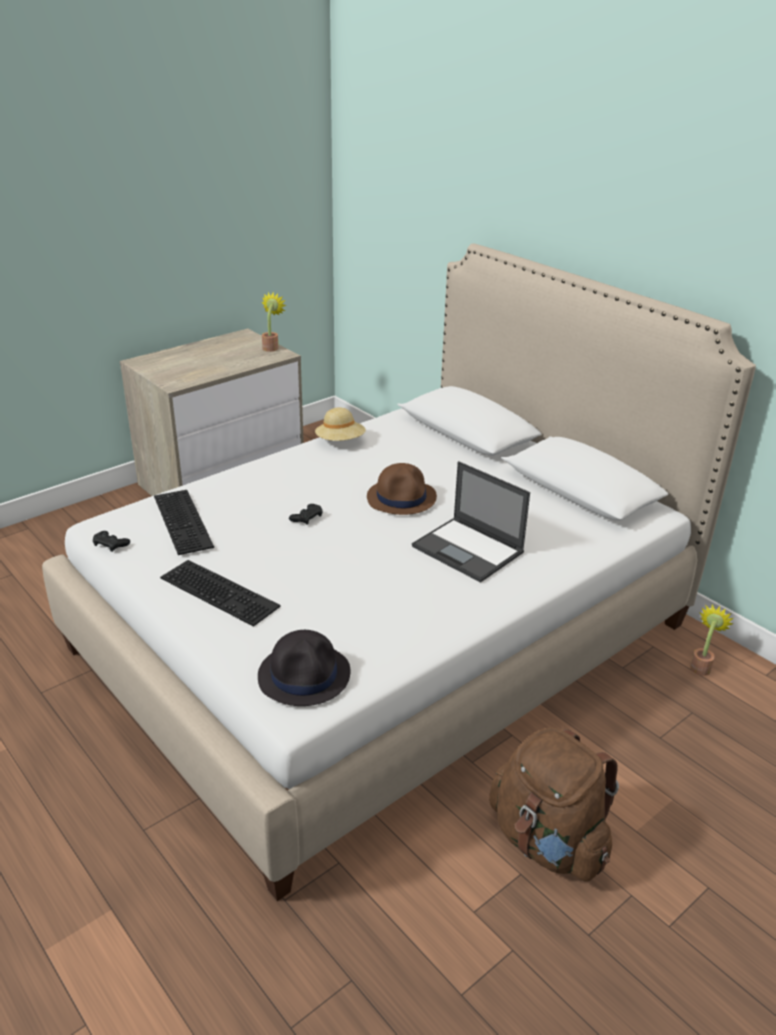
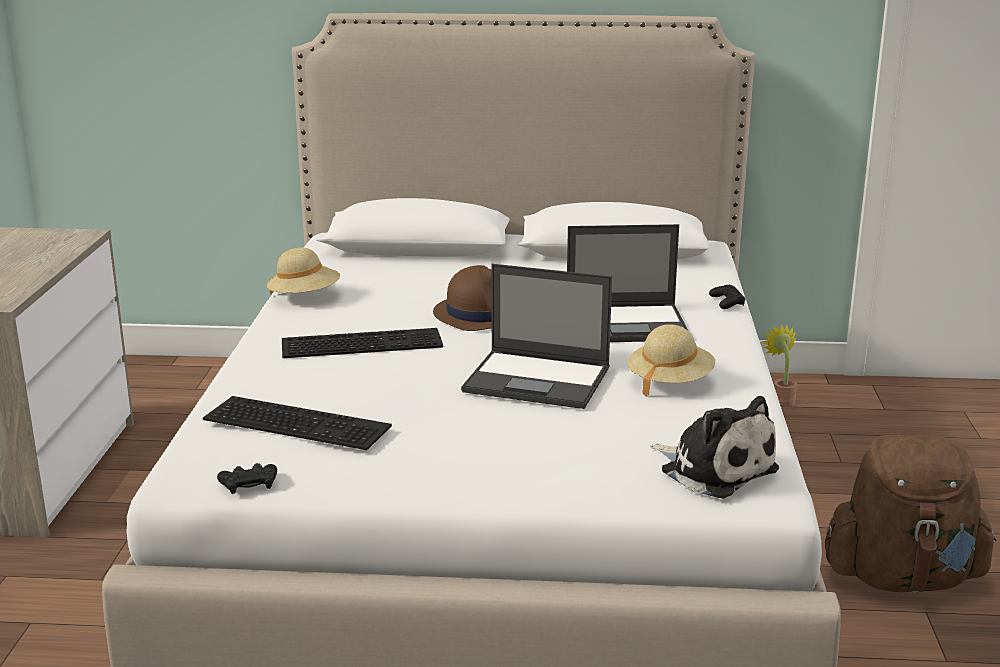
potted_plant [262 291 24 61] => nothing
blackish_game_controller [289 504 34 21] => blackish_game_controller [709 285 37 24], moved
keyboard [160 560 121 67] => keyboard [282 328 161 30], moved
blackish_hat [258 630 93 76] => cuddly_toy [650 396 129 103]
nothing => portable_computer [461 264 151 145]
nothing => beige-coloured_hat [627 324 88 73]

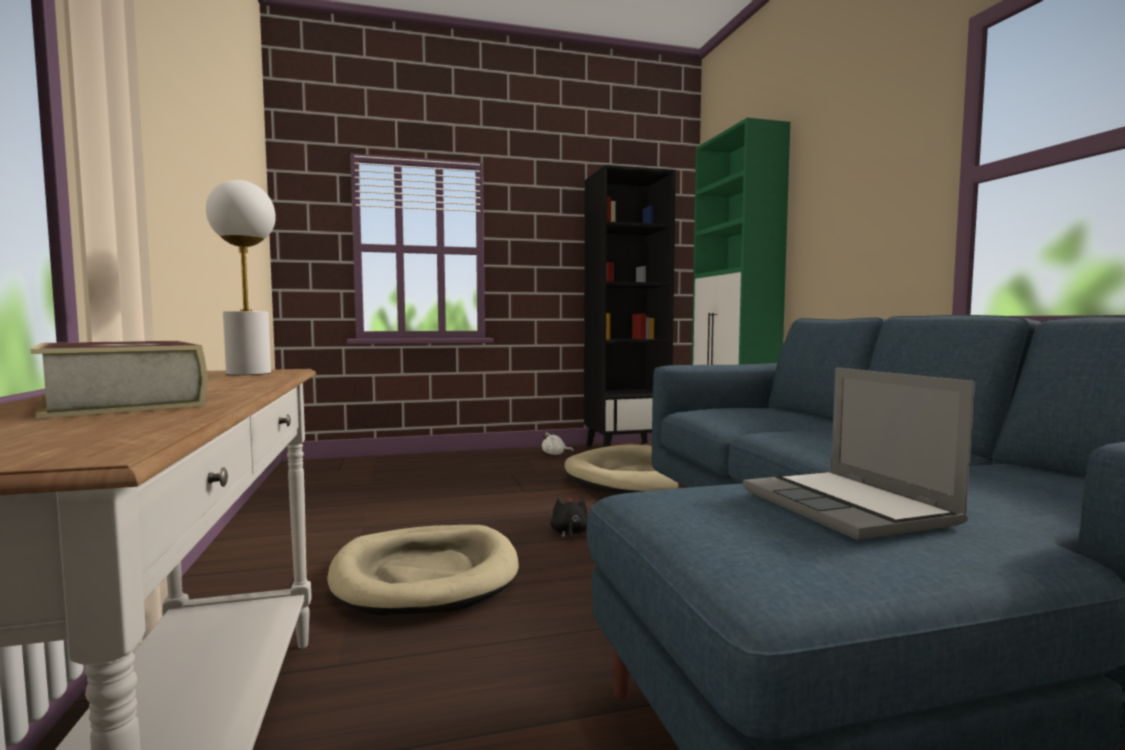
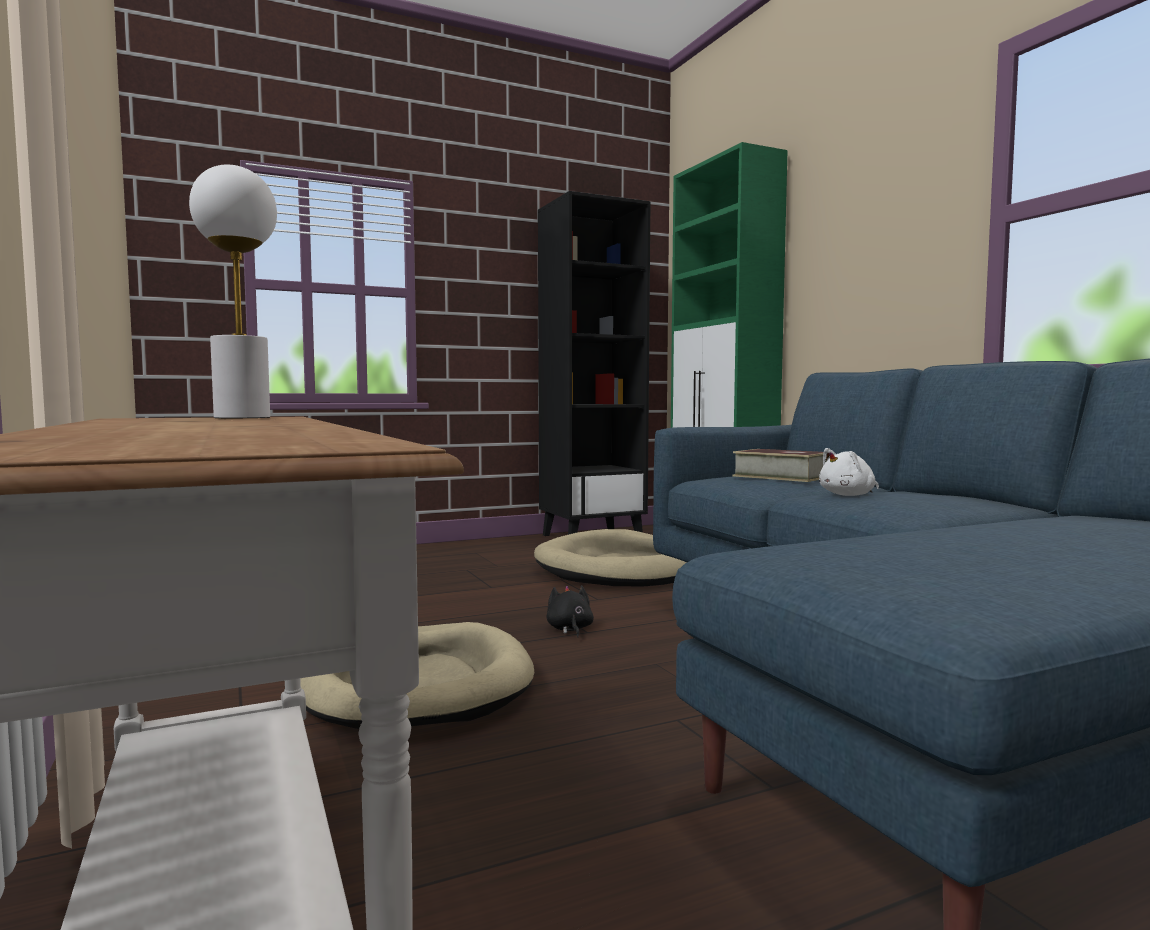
book [31 341 176 78] => book [733 449 91 33], moved
portable_computer [743 367 232 173] => nothing
white_cuddly_toy [542 433 32 22] => white_cuddly_toy [819 448 60 48], moved

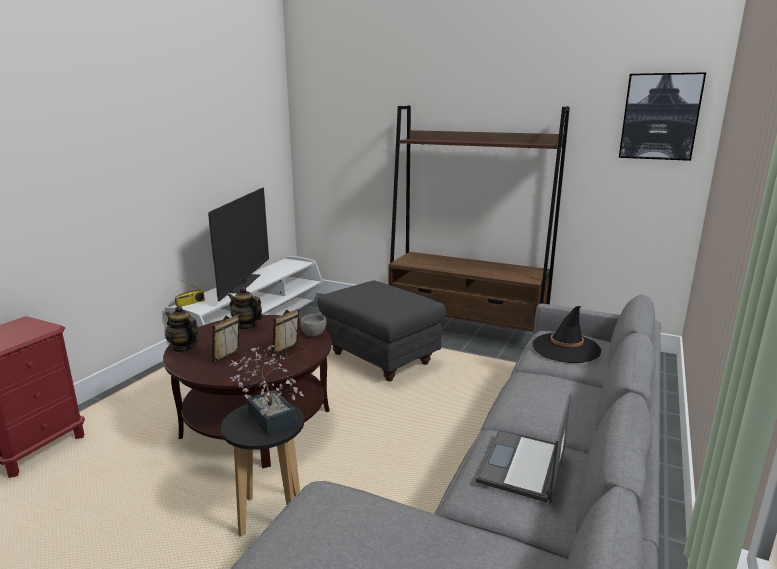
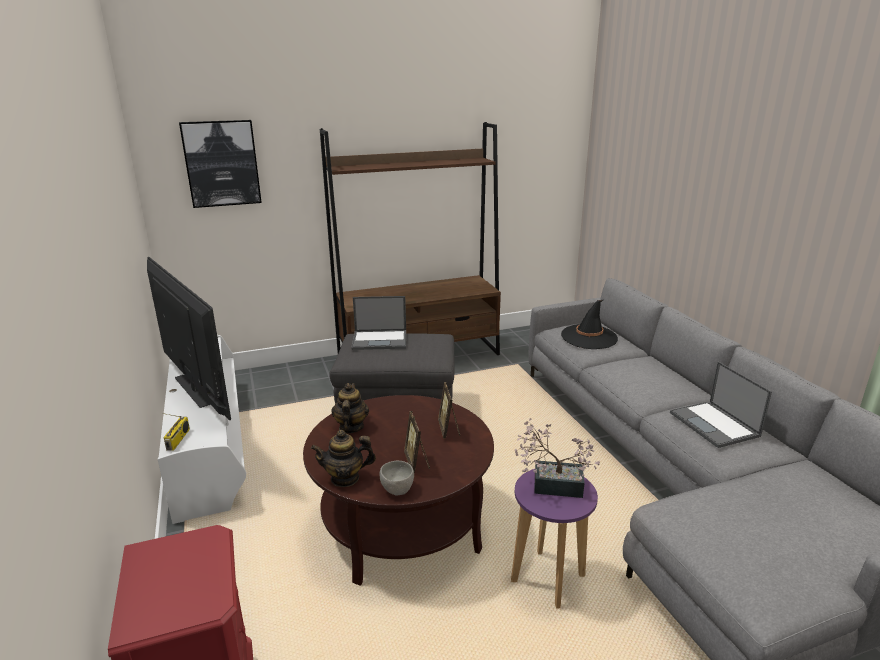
wall_art [619 72 87 89] => wall_art [179 120 83 88], moved
pot_for_tea [228 287 35 43] => pot_for_tea [331 383 38 51], 105 degrees clockwise
gray_bowl [301 314 25 23] => gray_bowl [379 461 35 34], moved
blackish_sitting_stool [221 403 83 134] => purplish_sitting_stool [511 469 87 140]
nothing => portable_computer [351 296 55 54]

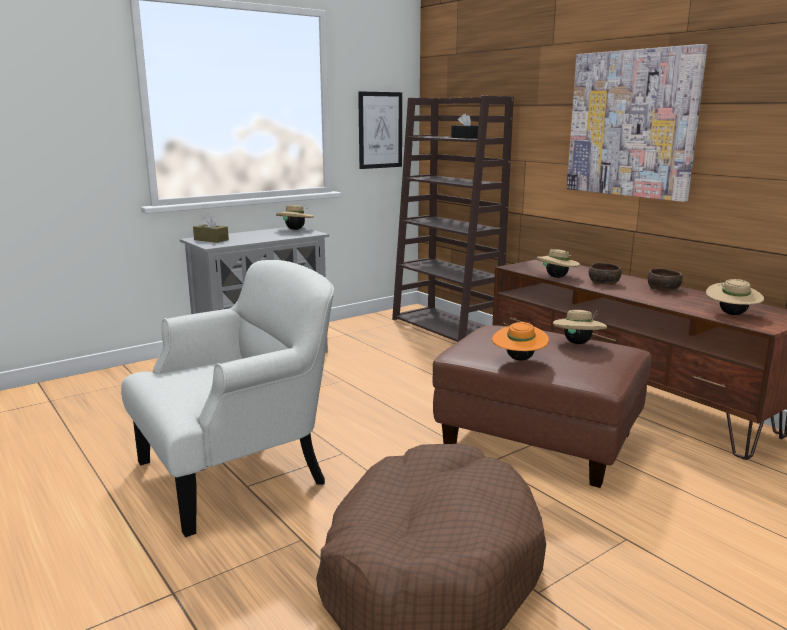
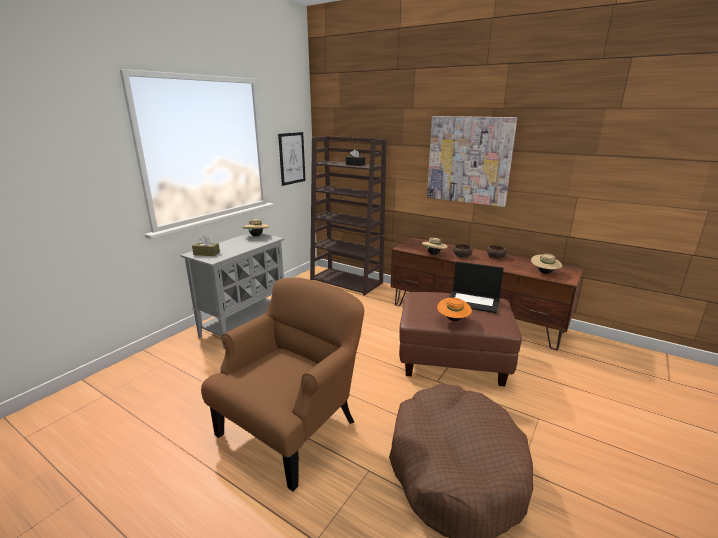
white_easy_chair [121 260 213 277] => brownish_easy_chair [201 277 163 214]
beige-coloured_hat [553 310 54 34] => portable_computer [449 261 55 52]

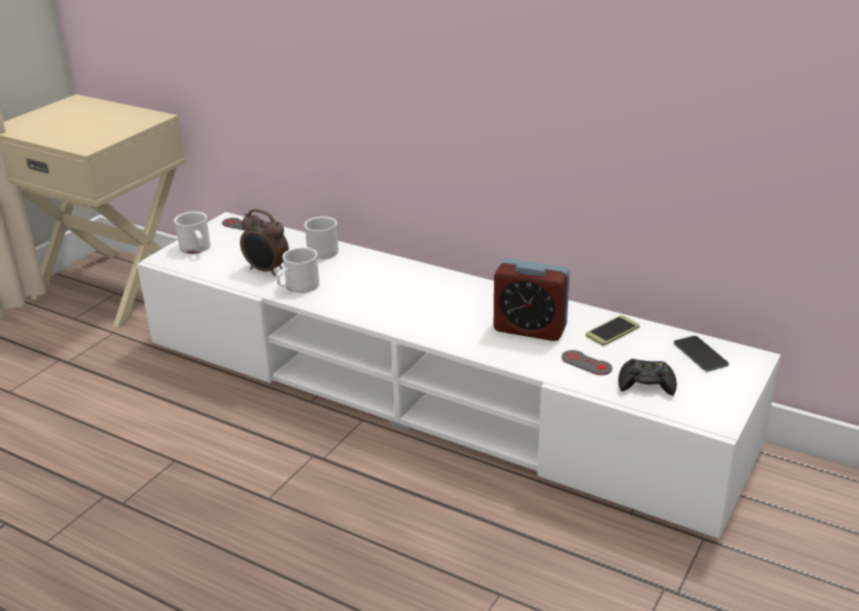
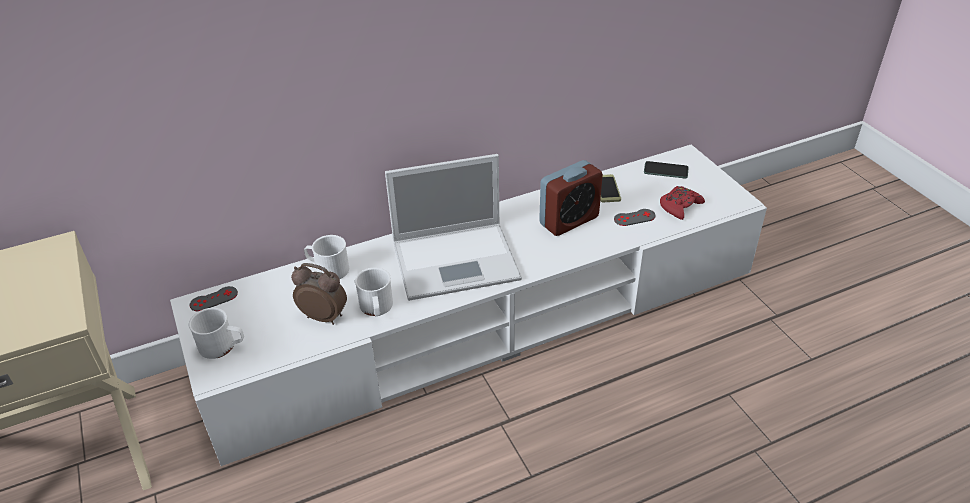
bedside_clock [240 209 49 67] => bedside_clock [291 263 56 62], 135 degrees counterclockwise
blackish_game_controller [618 359 59 37] => reddish_game_controller [660 186 45 34]
nothing => portable_computer [385 154 137 147]

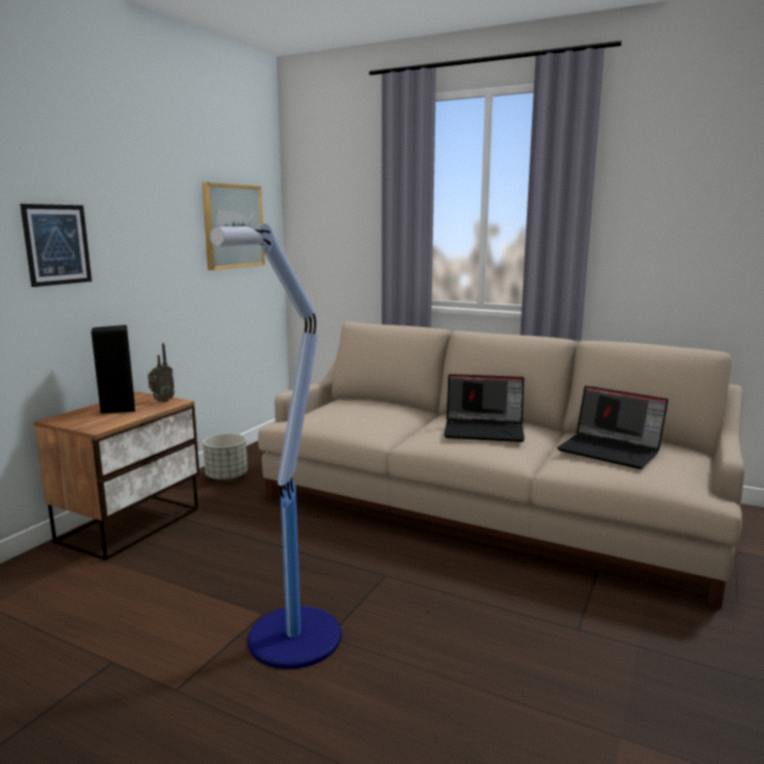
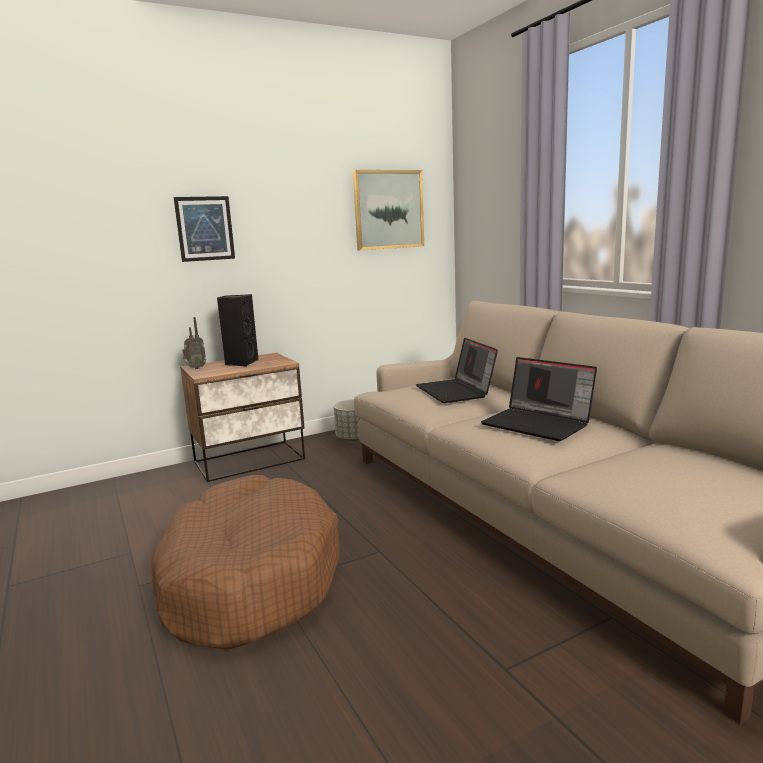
standing_lamp [209 224 132 445] => brownish_dog_cushion [151 475 189 175]
radio_receiver [148 343 27 59] => radio_receiver [182 317 24 52], moved
portable_computer [557 386 111 83] => portable_computer [416 338 82 65], moved

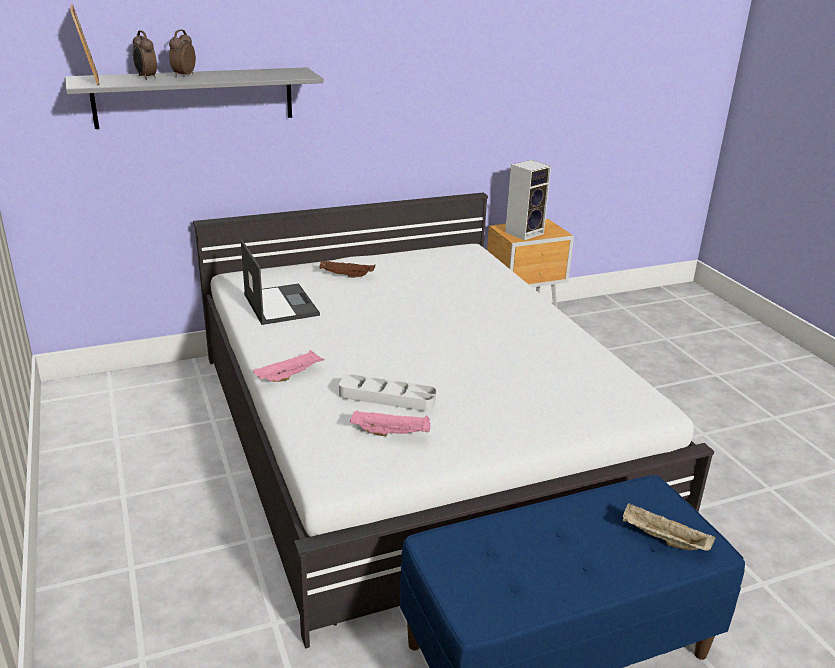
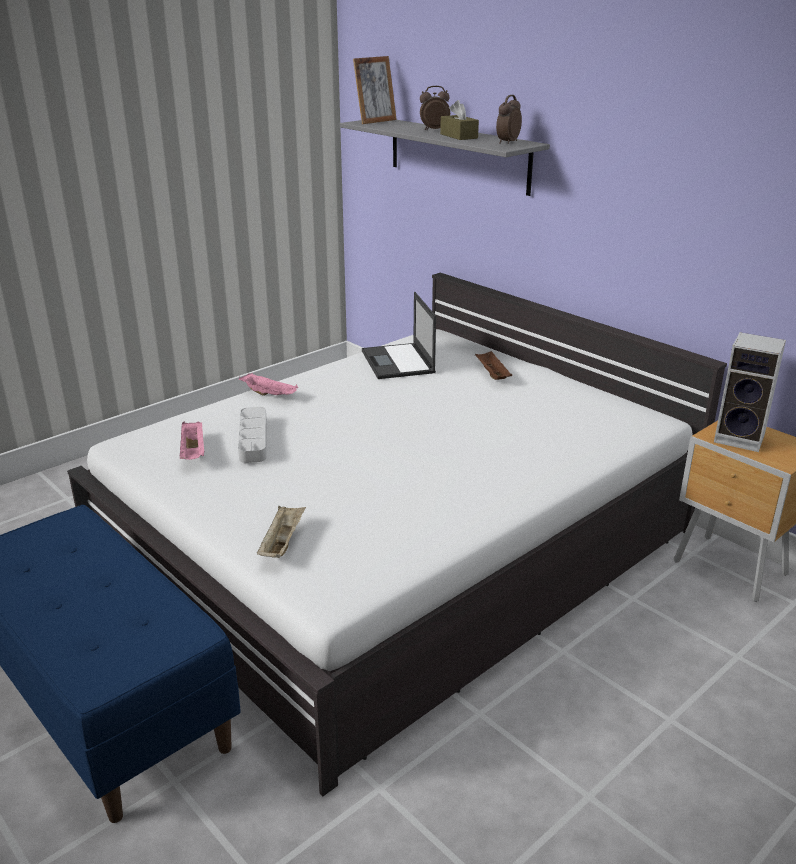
bedside_clock [133 30 24 50] => bedside_clock [496 95 26 49], moved
portable_computer [241 240 79 85] => portable_computer [362 292 74 87], 120 degrees clockwise
beige-coloured_serving_tray [623 503 93 48] => beige-coloured_serving_tray [257 506 49 52], moved
nothing => brownish_tissue_box [440 100 39 40]

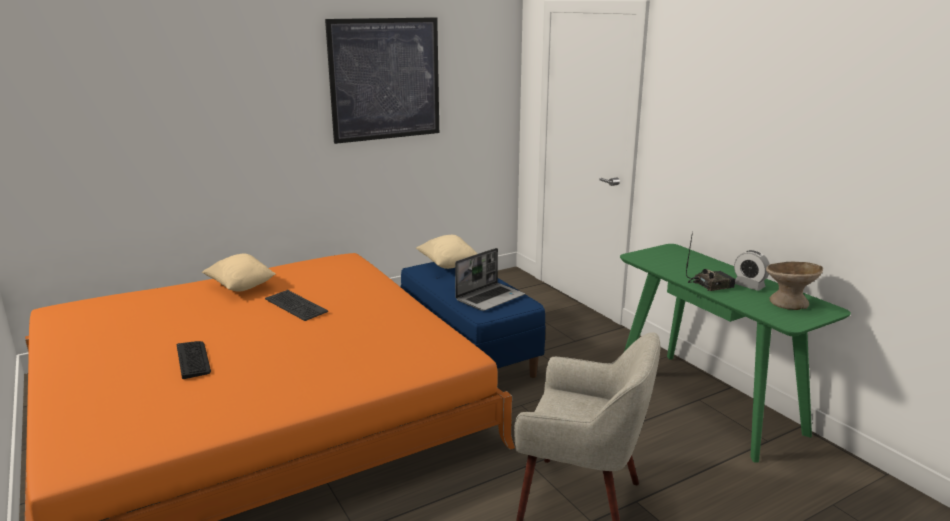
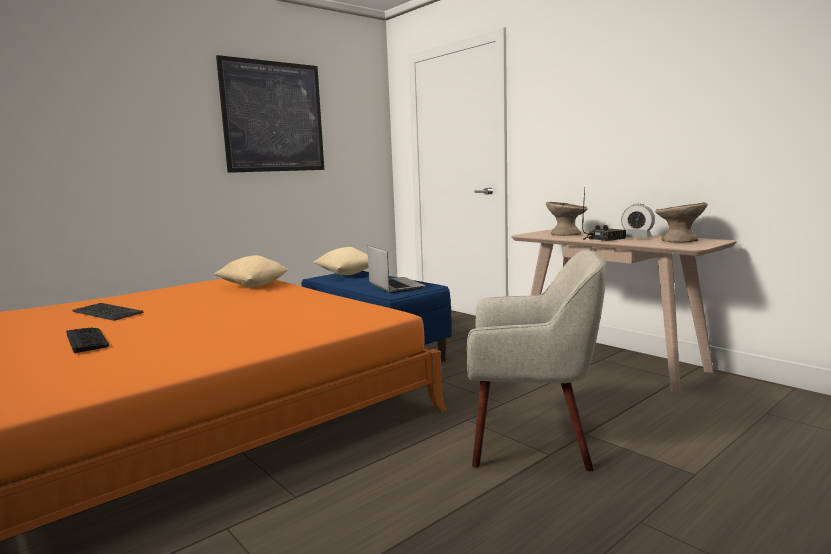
green_narrow_table [620 244 231 218] => beige-coloured_narrow_table [511 230 226 164]
portable_computer [455 248 70 63] => portable_computer [367 245 59 48], 60 degrees counterclockwise
beige-coloured_pillow [202 253 74 39] => beige-coloured_pillow [214 255 75 32], moved
keyboard [265 290 63 31] => keyboard [73 303 70 18], moved
nothing => beige-coloured_bowl [546 202 42 34]

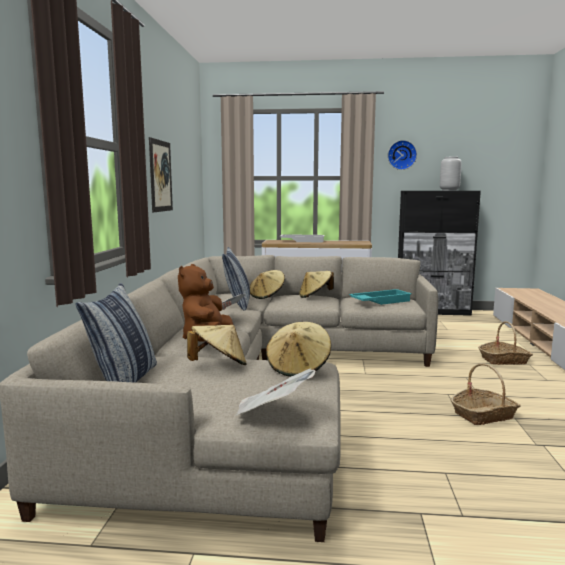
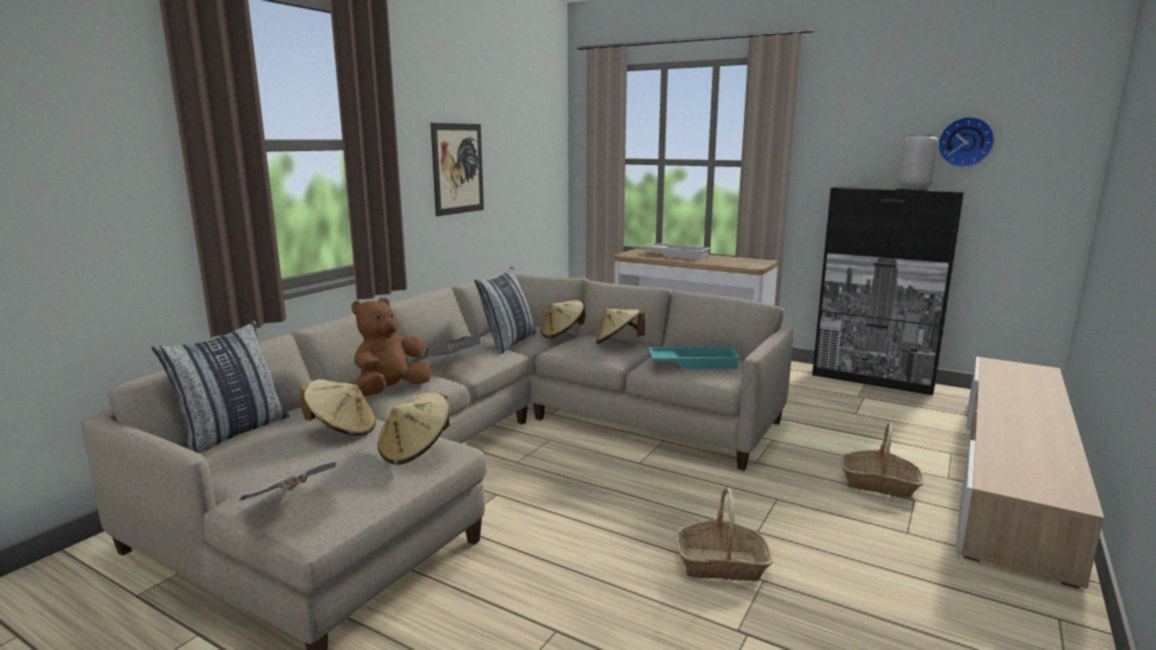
clock_on_the_wall [388 140 29 30] => clock_on_the_wall [938 117 57 51], moved

